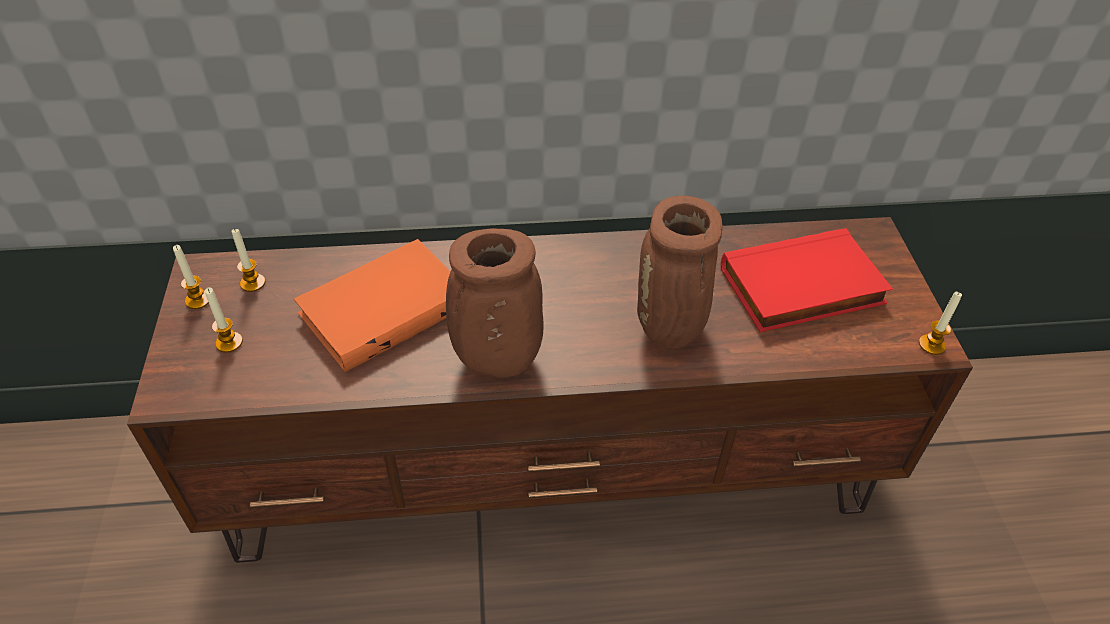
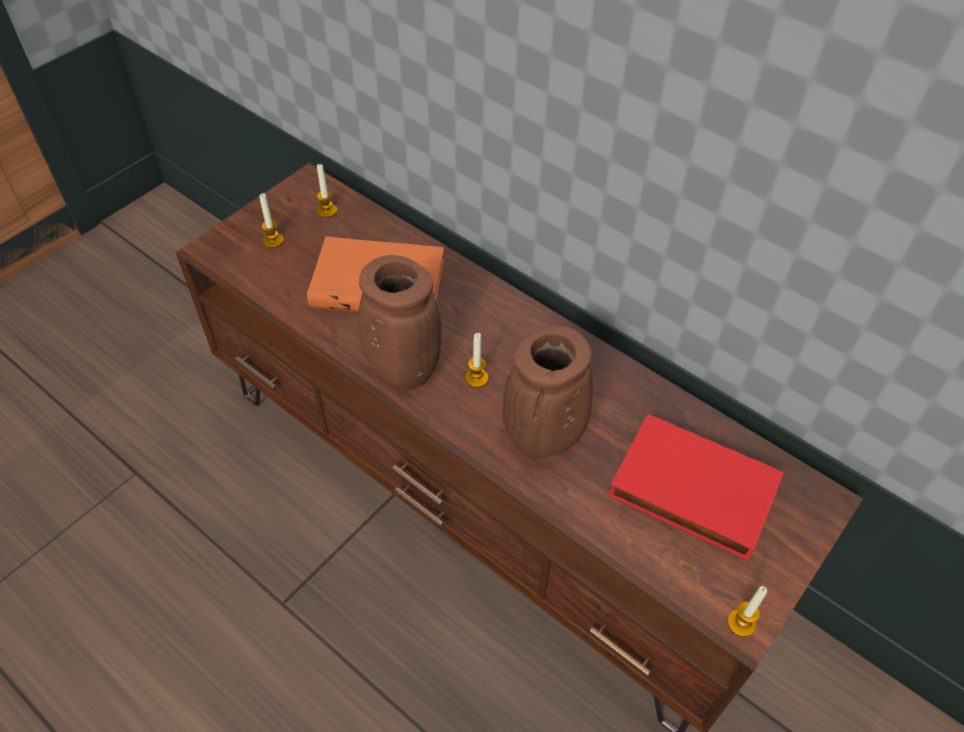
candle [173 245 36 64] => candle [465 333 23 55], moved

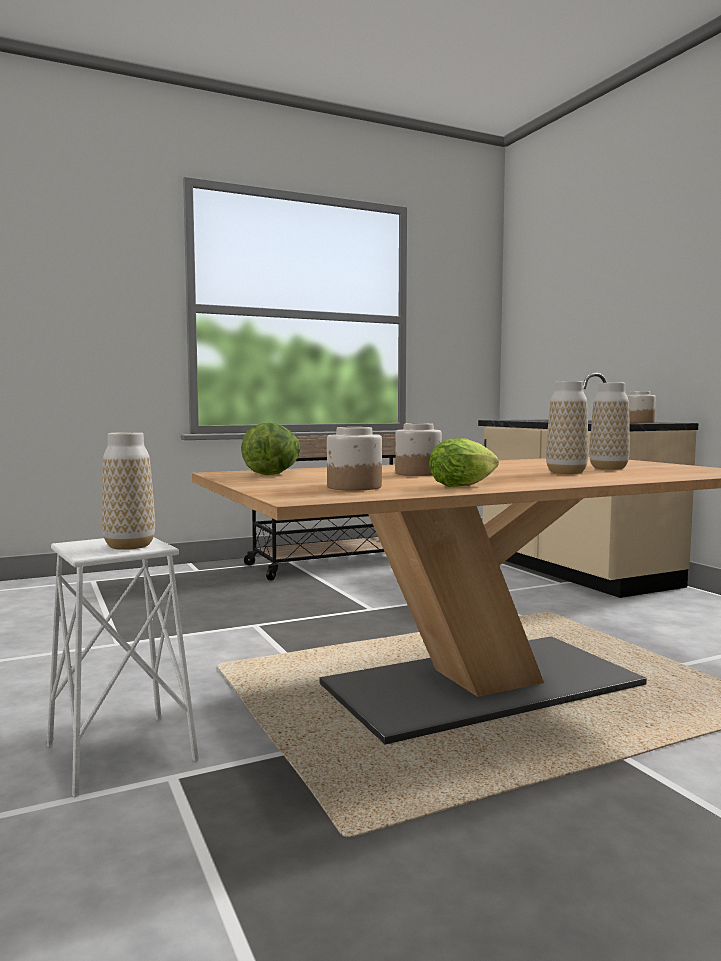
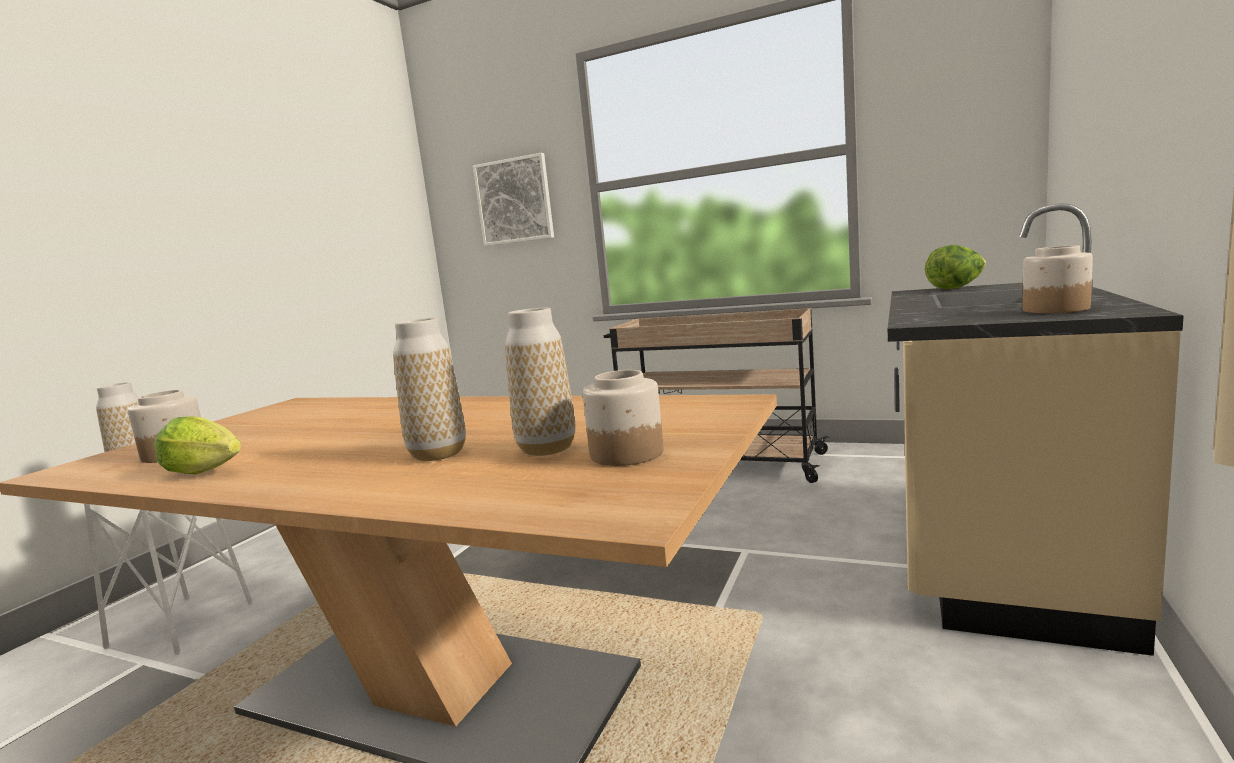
lettuce_head [241 422 59 53] => lettuce_head [925 245 61 44], moved
jar [395 423 47 53] => jar [582 370 81 96], moved
nothing => wall_art [473 153 81 93]

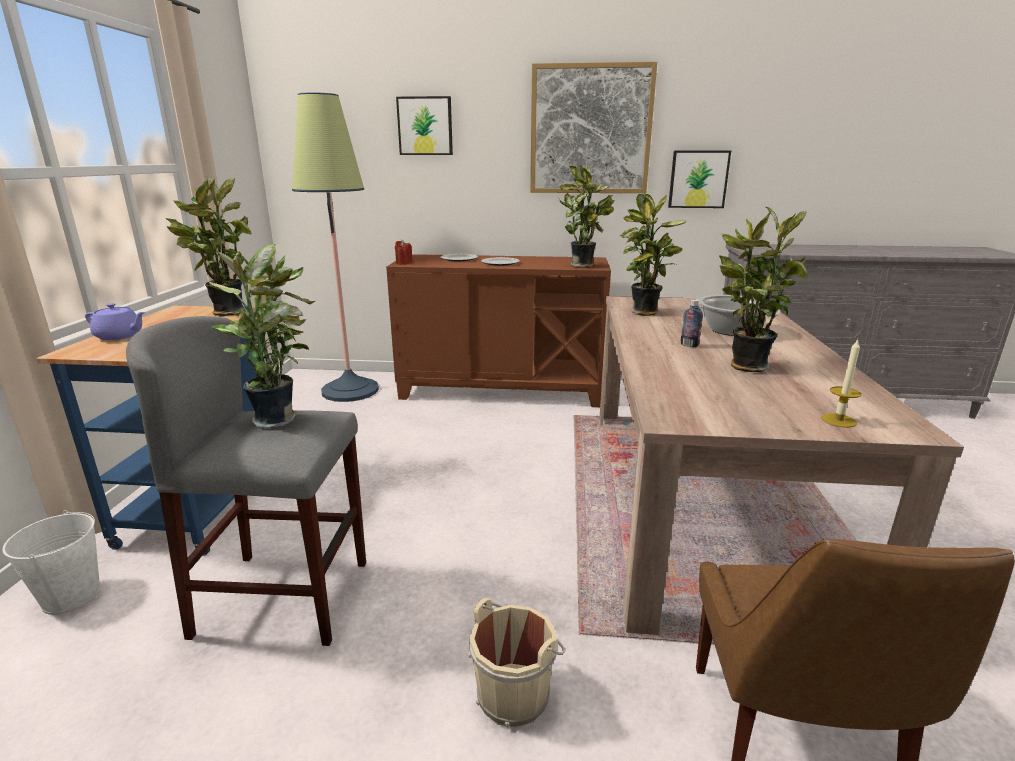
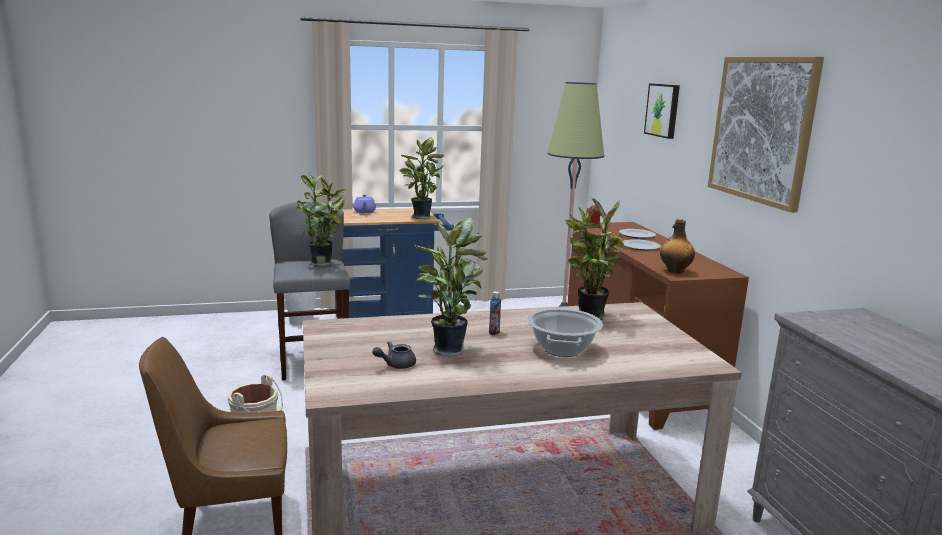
wall_art [668 151 63 57] => nothing
potted_plant [559 165 55 103] => beverage_bottle [660 219 35 55]
candle [821 339 40 89] => nothing
nothing => gray_pot_for_tea [372 341 44 28]

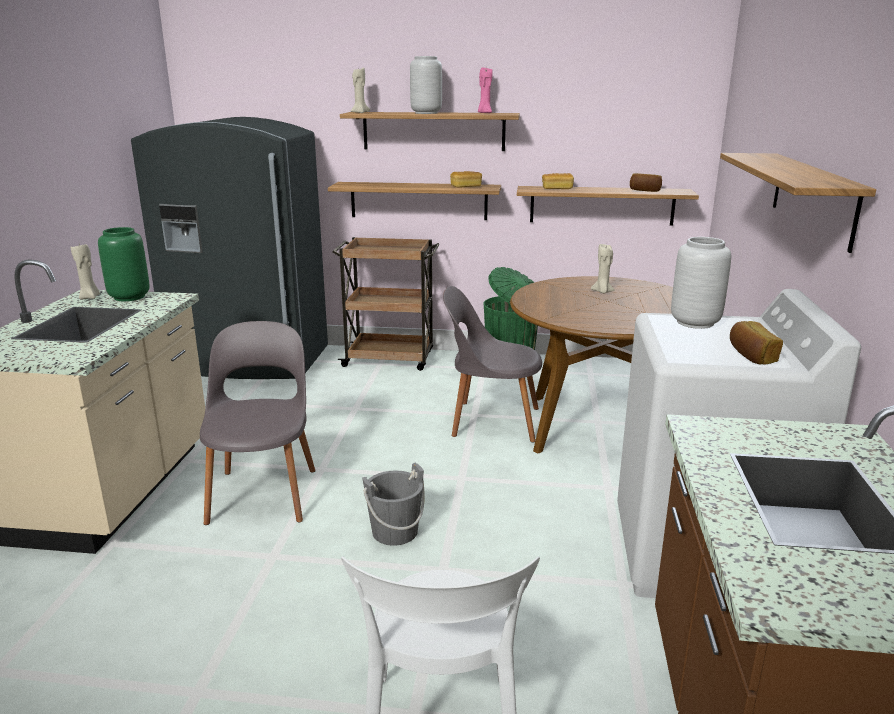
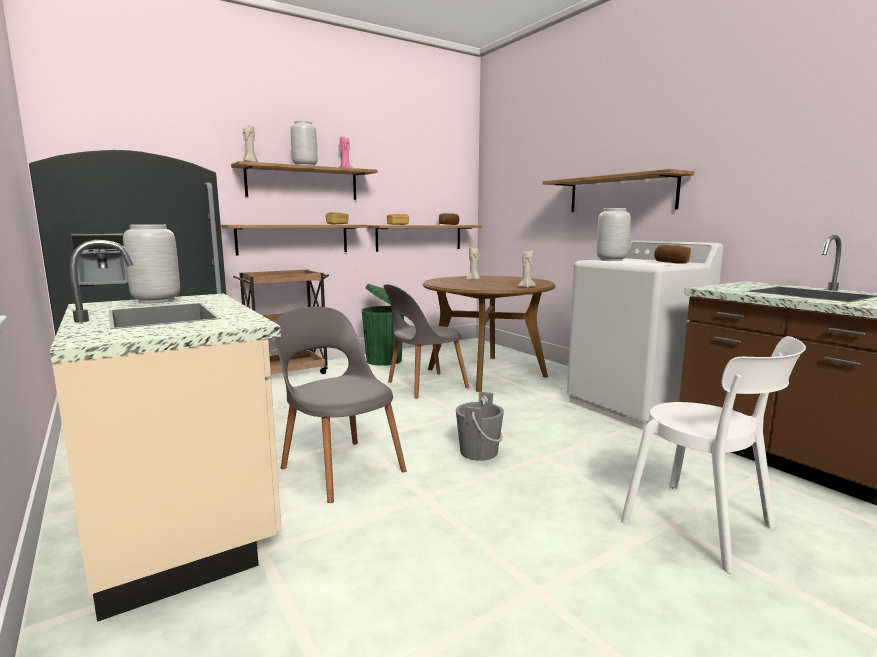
green_vase [98 227 52 74] => gray_vase [123 224 57 79]
beige-coloured_candle [71 244 29 56] => beige-coloured_candle [518 250 18 38], moved

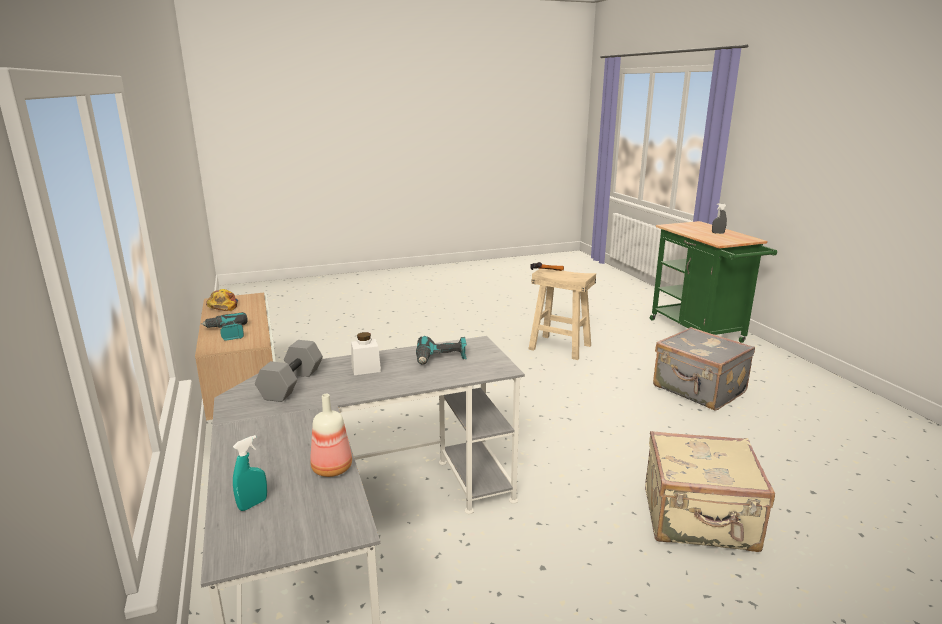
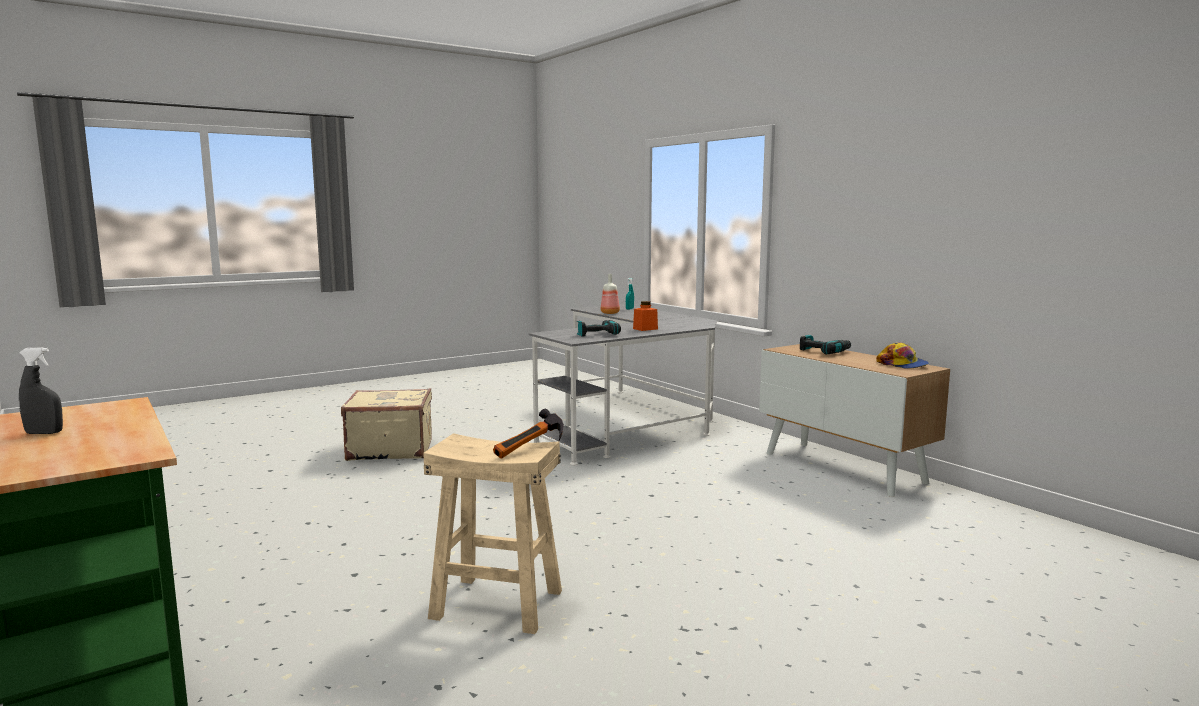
gray_travel_case [653 327 102 84] => nothing
white_jar [351 332 30 43] => orange_jar [633 301 25 30]
gray_hand_weight [255 340 68 62] => nothing

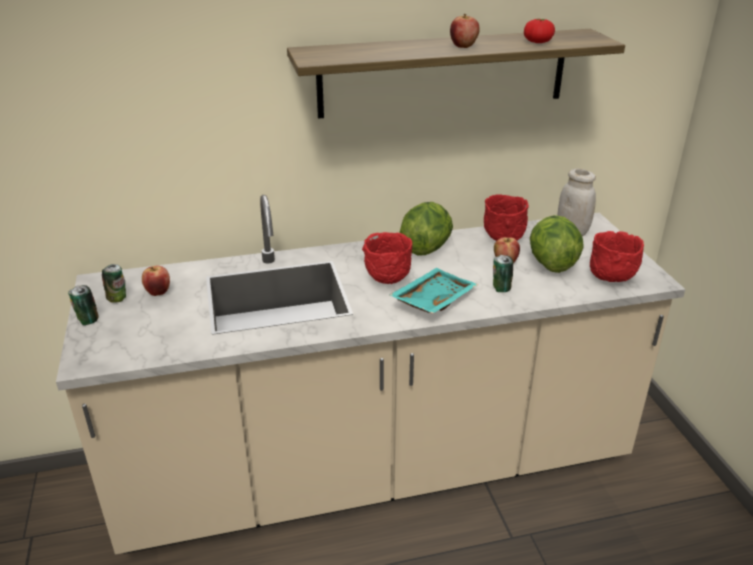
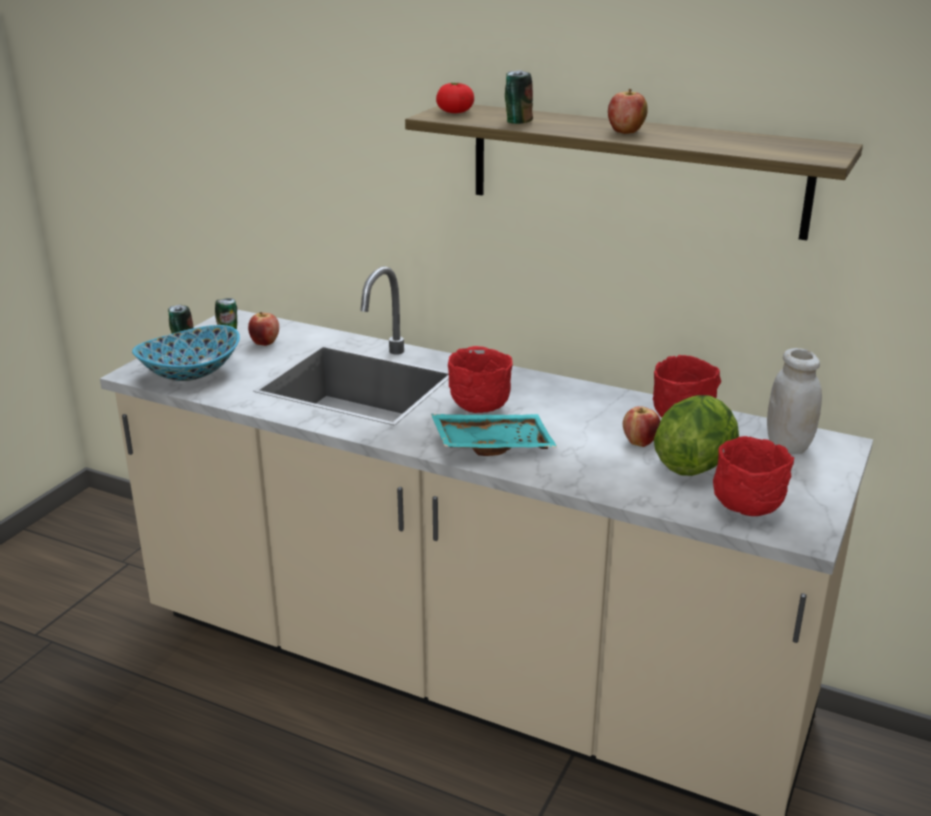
whole_tomato [524 19 31 24] => whole_tomato [436 83 38 30], moved
lettuce_head [399 202 54 54] => nothing
metal_can [493 255 20 37] => metal_can [505 70 28 54], moved
nothing => bowl [132 325 108 56]

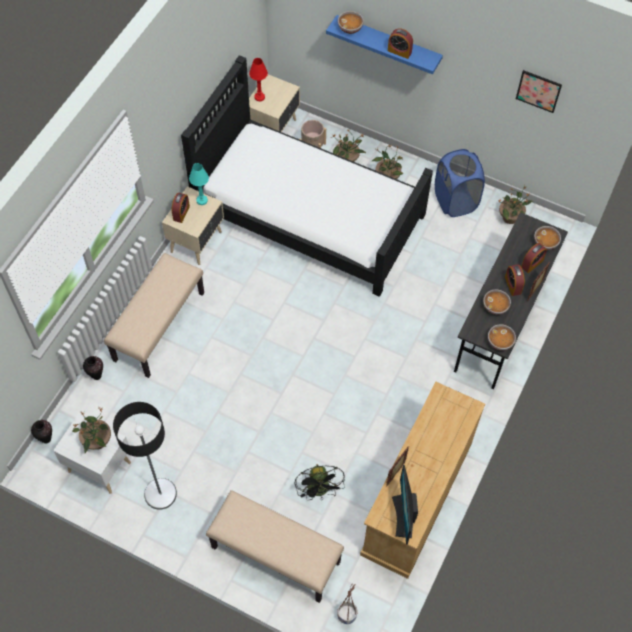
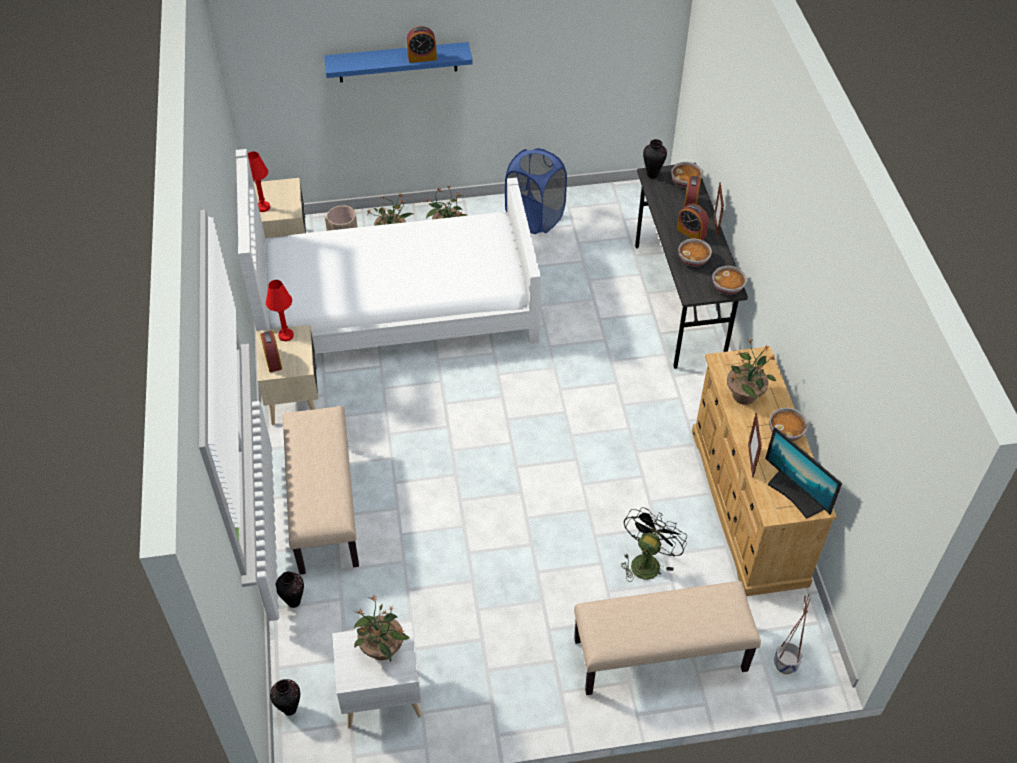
bowl [338 11 26 23] => bowl [769 408 39 33], moved
blackish_bed [181 55 252 242] => white_bed [236 149 305 205]
wall_art [516 70 46 43] => nothing
turquoise_lamp_for_a_table [189 163 20 42] => reddish_lamp_for_a_table [266 280 28 61]
potted_plant [498 185 35 39] => potted_plant [727 339 49 66], moved
standing_lamp [113 402 64 108] => nothing
blackish_cooling_fan [294 464 51 36] => blackish_cooling_fan [621 507 66 75], 105 degrees counterclockwise
nothing => vase [643 139 24 39]

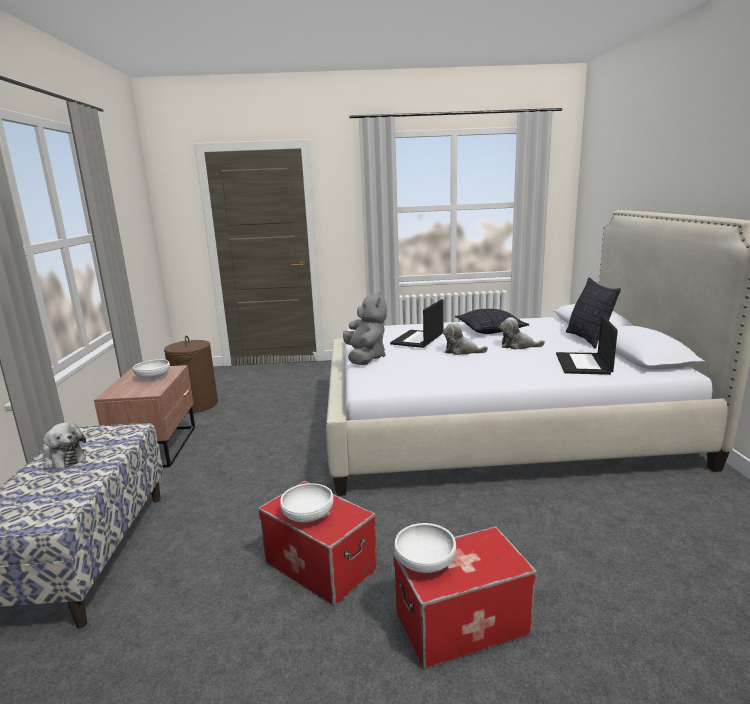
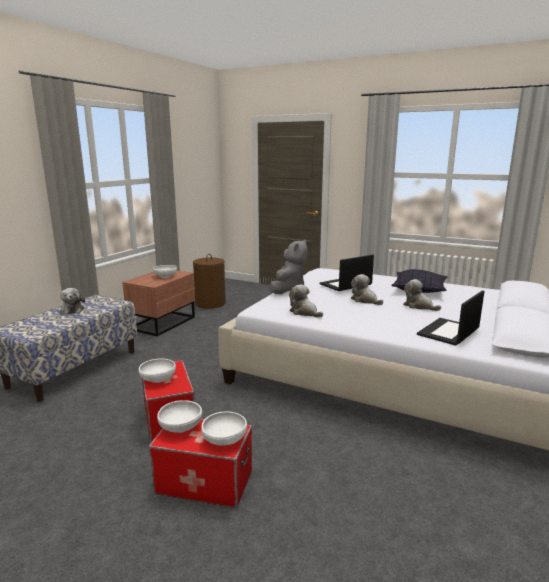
pillow [566 277 55 72] => nothing
nothing => cuddly_toy [289 284 34 34]
nothing => white_bowl [201 412 46 33]

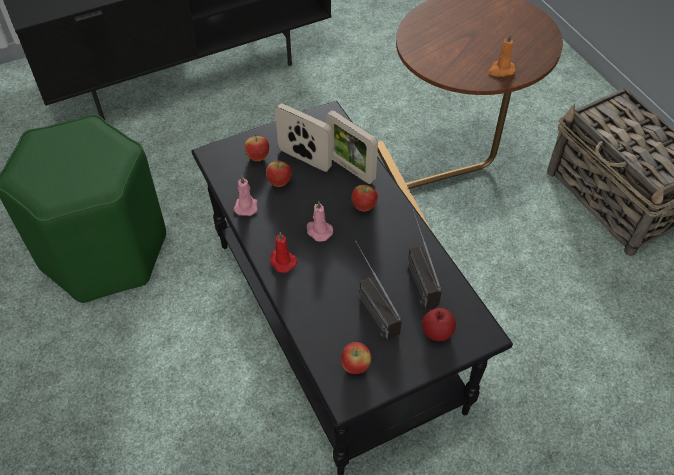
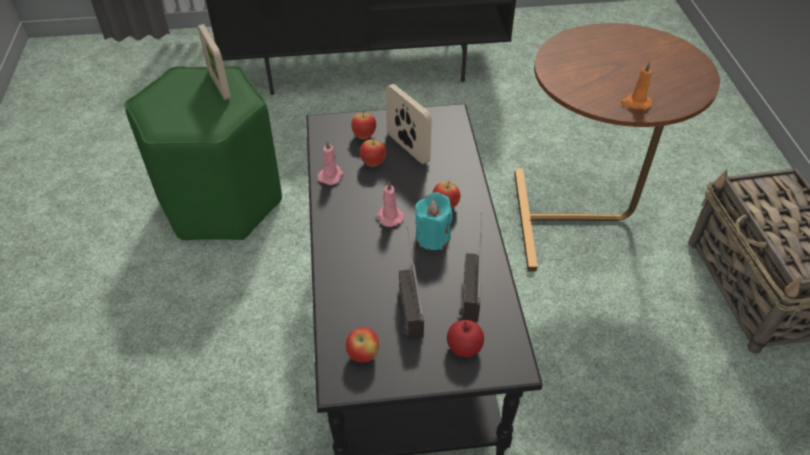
photo_frame [326 110 52 74] => photo_frame [197 24 34 76], moved
reddish_candle [270 232 27 41] => nothing
nothing => turquoise_candle [415 192 38 58]

